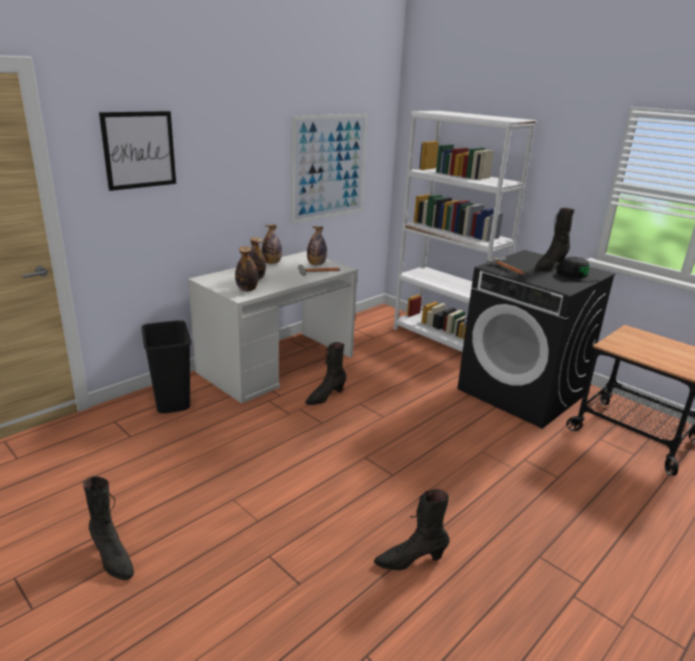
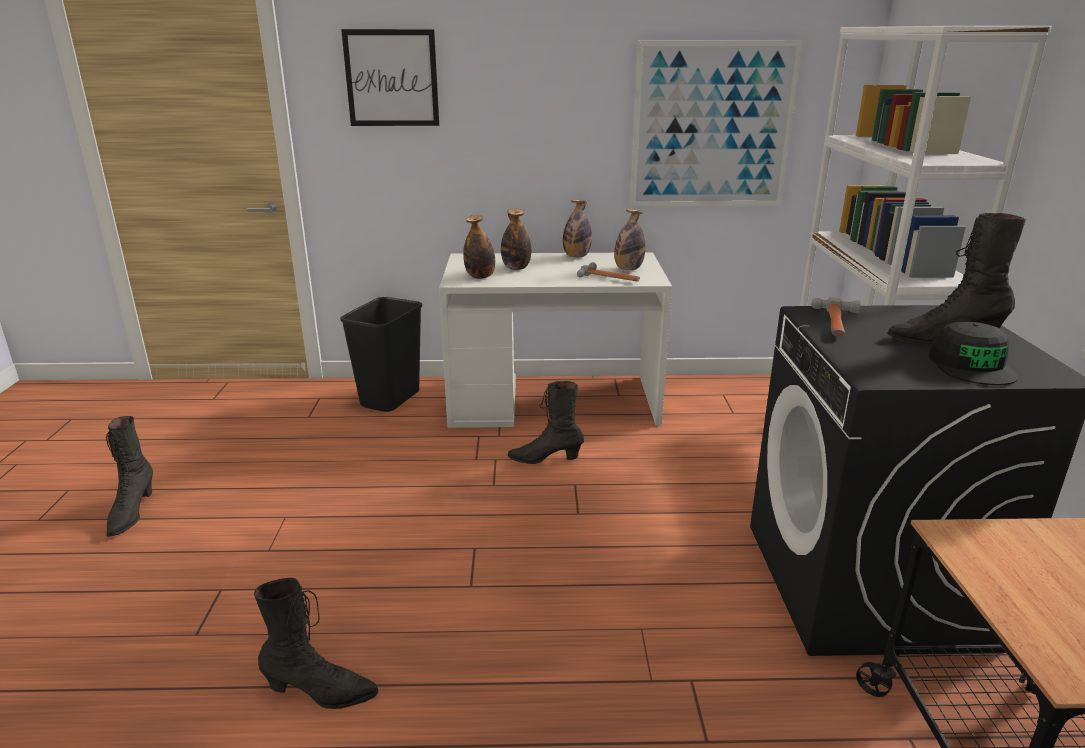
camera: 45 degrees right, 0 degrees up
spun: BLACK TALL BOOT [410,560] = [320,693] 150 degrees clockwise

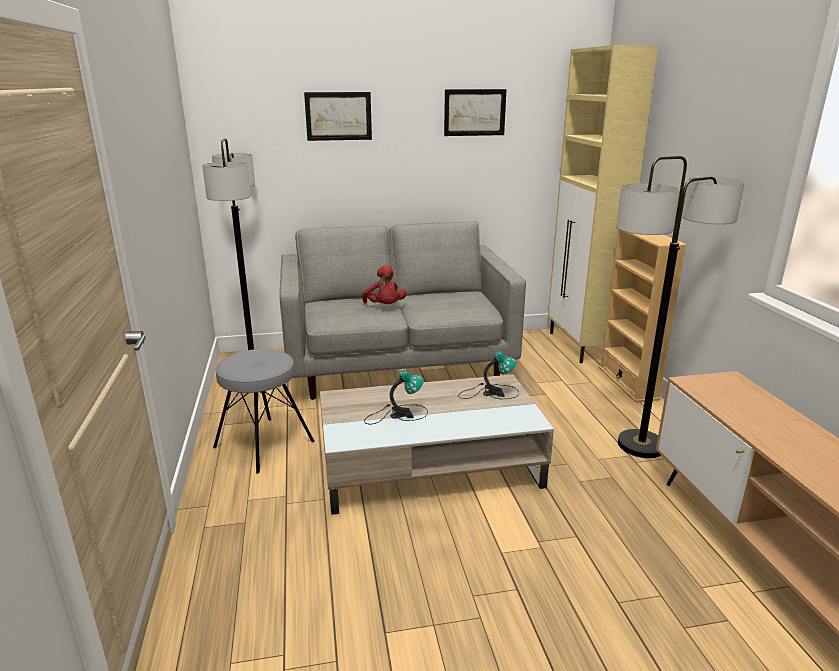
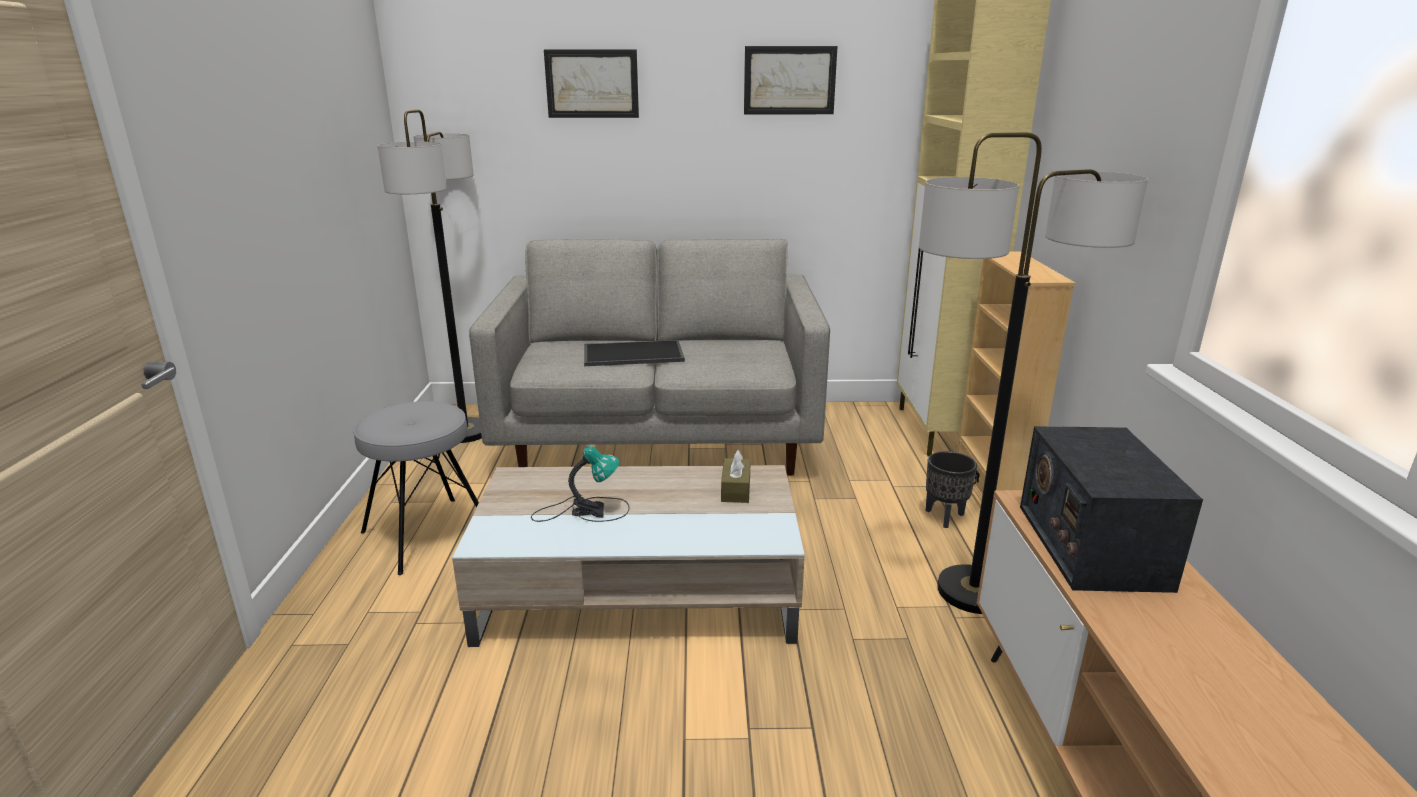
camera: 10 degrees right, 0 degrees up
appeared: BLACK PLANT POT [945,517]; RADIO [1091,545]
exchanged: REDDISH PLUSH TOY [385,307] to SERVING TRAY [632,354]; TABLE LAMP [490,392] to BROWN TISSUE HOLDER [735,489]

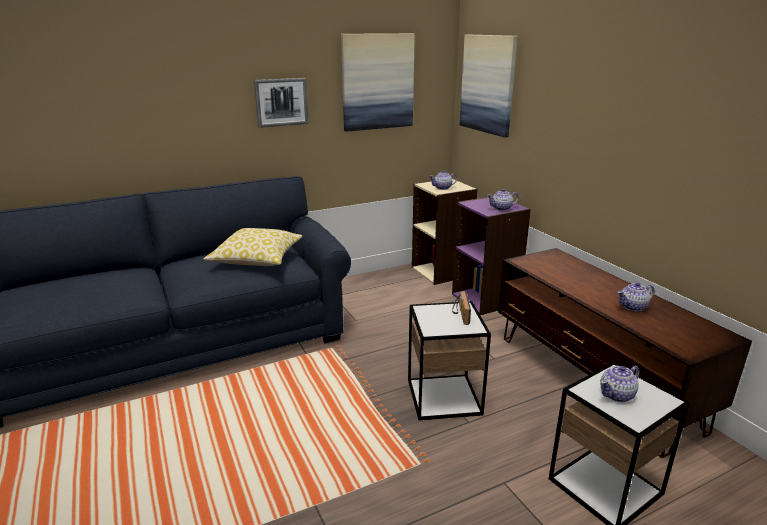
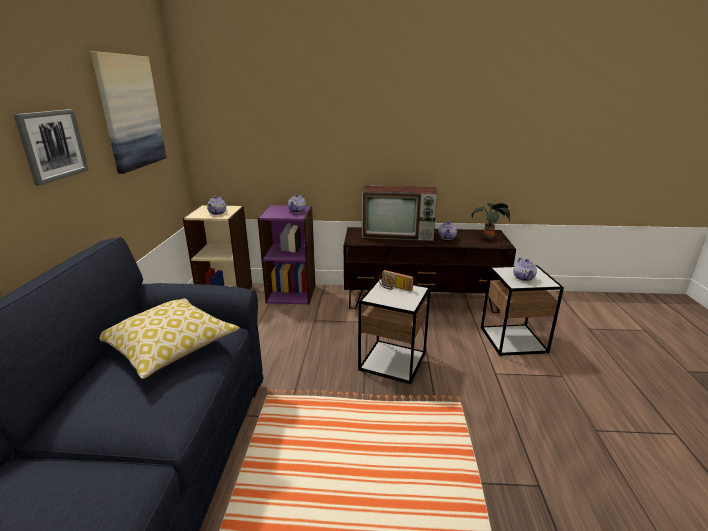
camera: 60 degrees left, 0 degrees up
missing: PICTURE [488,84]
appeared: TV [399,235]; POTTED PLANT [489,237]

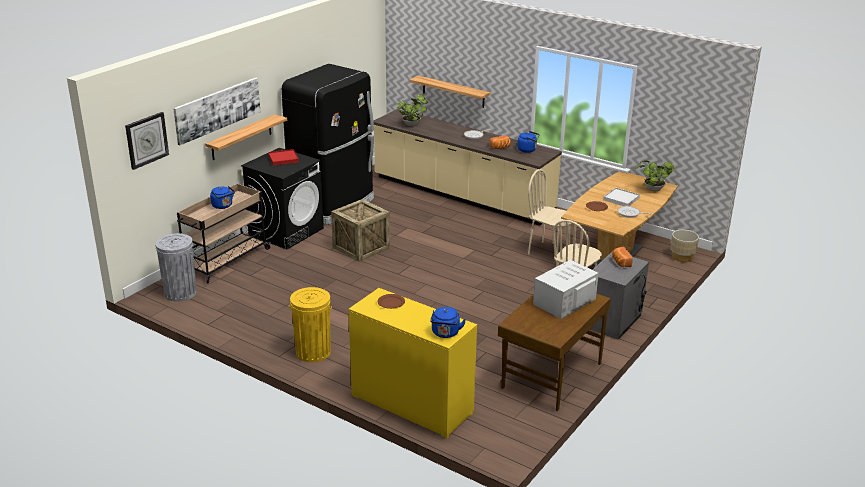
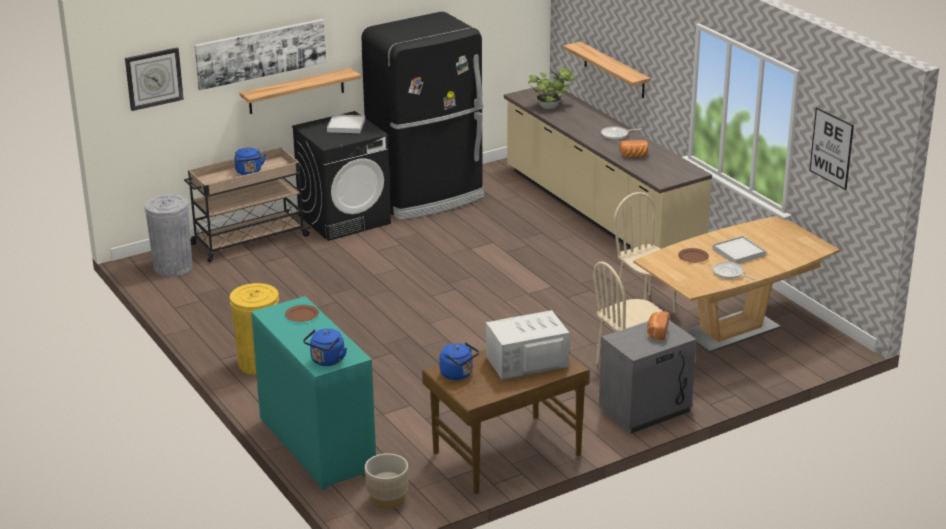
camera: 25 degrees right, 0 degrees up
missing: SHIPPING CRATE [361,247]; POTTED PLANT [652,189]
appeared: PICTURE [831,148]
relocated: BLUE-COLOURED WATER KETTLE [528,150] to [458,374]; SAND-COLOURED PLANT POT [682,257] to [387,499]
colour: REDDISH SERVING TRAY [283,159] to WHITE SERVING TRAY [346,126]; YELLOWISH DRESSER [412,405] to TURQUOISE-COLOURED DRESSER [316,445]

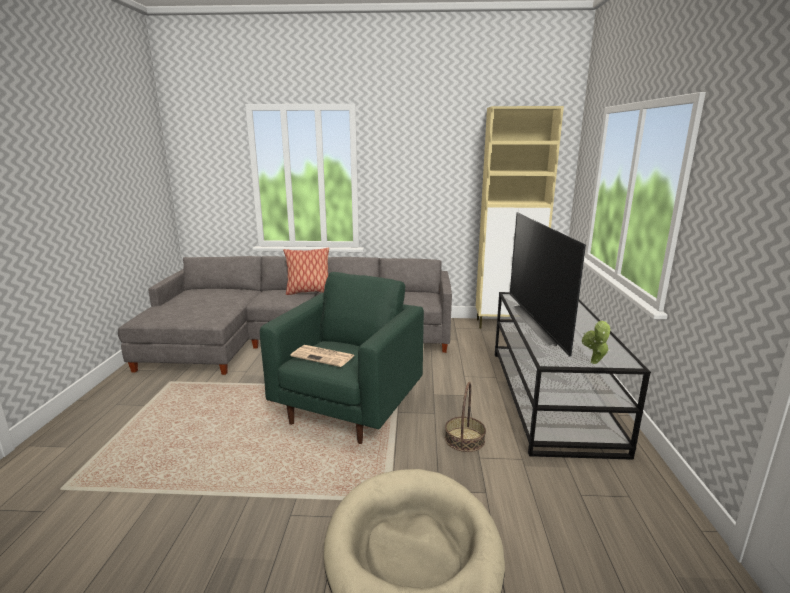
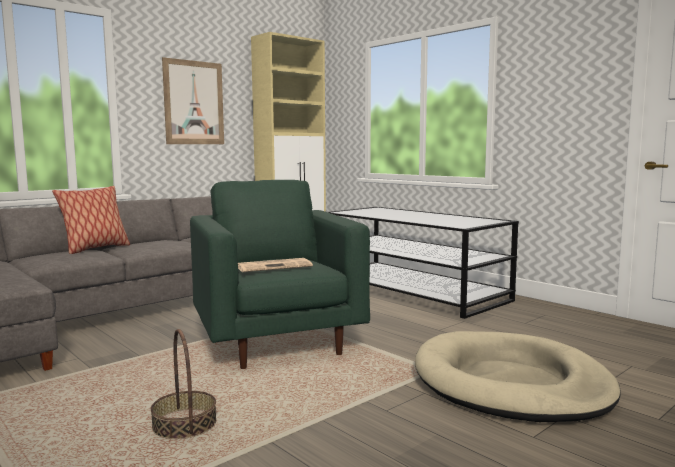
camera: 45 degrees left, 10 degrees down
missing: TV [541,324]; POTTED PLANT [594,363]
appeared: PICTURE [194,103]
relocated: STORAGE BASKET [464,439] to [184,424]

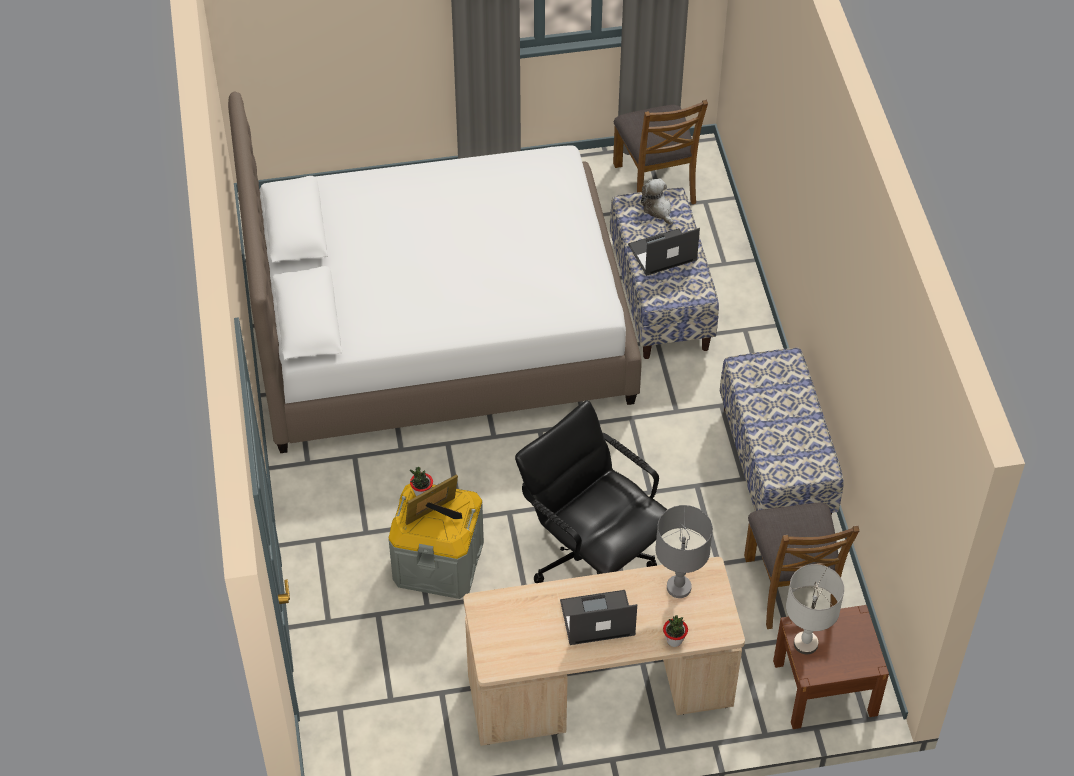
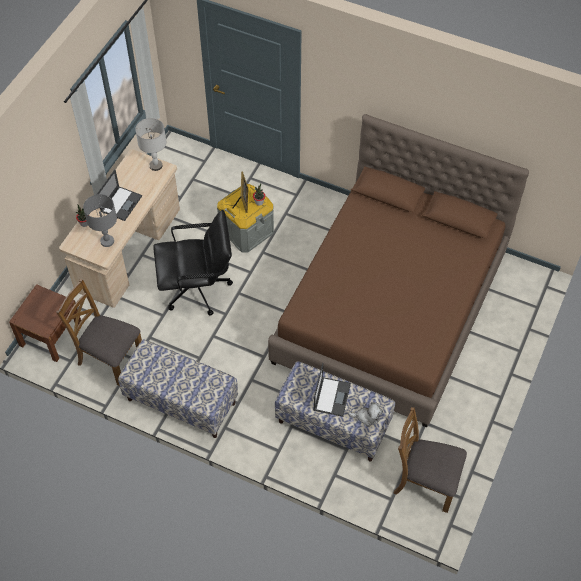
camera: 125 degrees right, 5 degrees up
relocated: GRAY TABLE LAMP [806,644] to [155,166]
colour: WHITE BEDROOM BED [438,327] to BROWN BEDROOM BED [390,308]

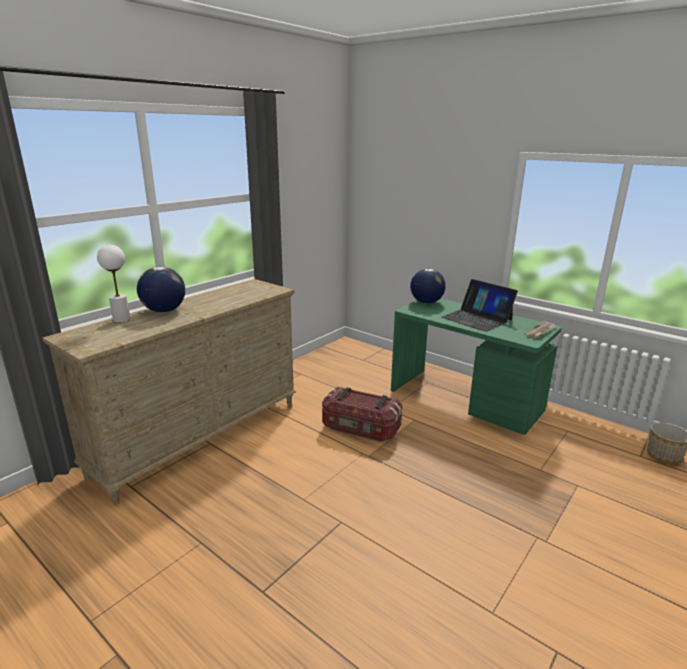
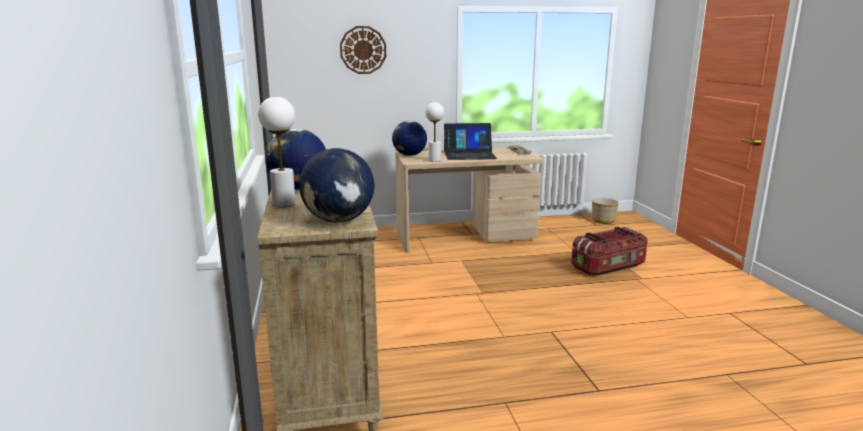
camera: 50 degrees left, 5 degrees down
appeared: WORLD GLOBE [339,220]; HANGING CLOCK [363,50]; WHITE TABLE LAMP [434,160]
relocated: STORAGE CONTAINER [360,429] to [609,266]
colour: GREEN-COLOURED DESK [465,400] to SAND-COLOURED DESK [465,237]

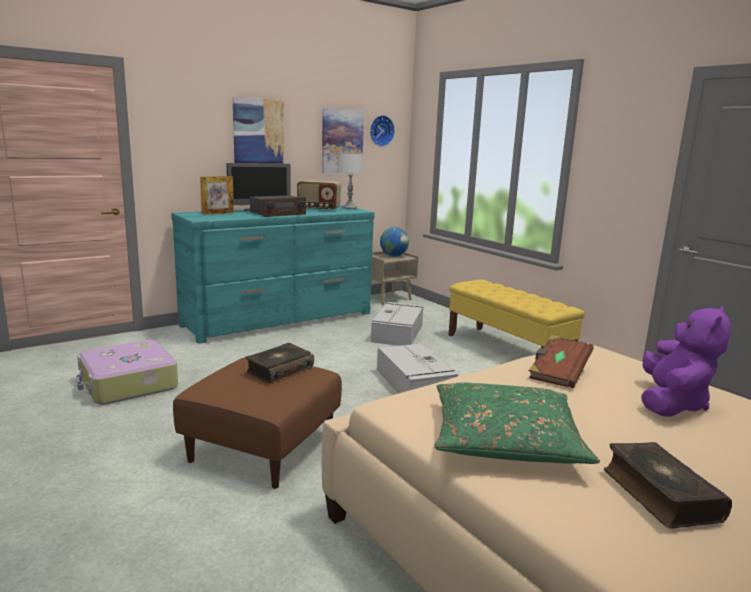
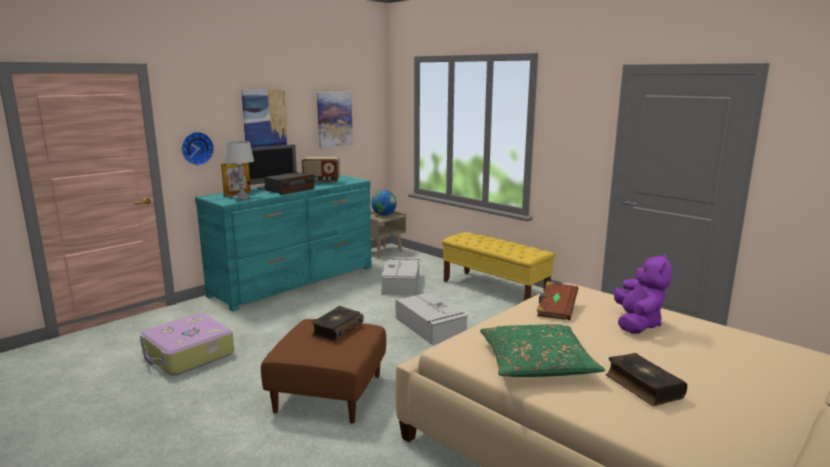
camera: 10 degrees left, 0 degrees up
relocated: GRAY TABLE LAMP [350,208] to [242,198]; HANGING CLOCK [380,131] to [196,148]

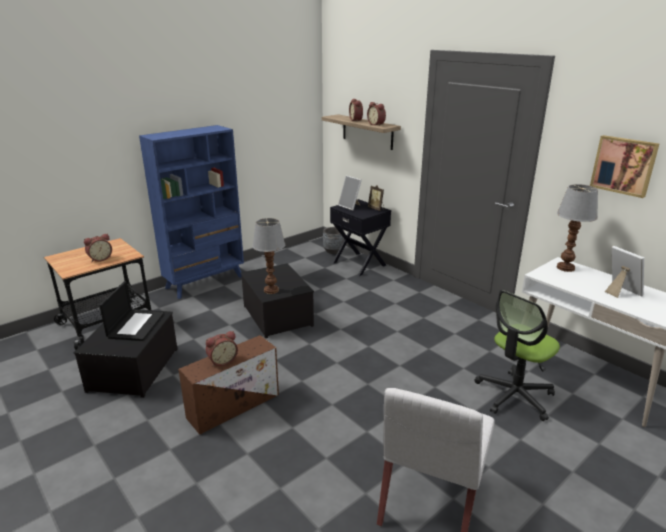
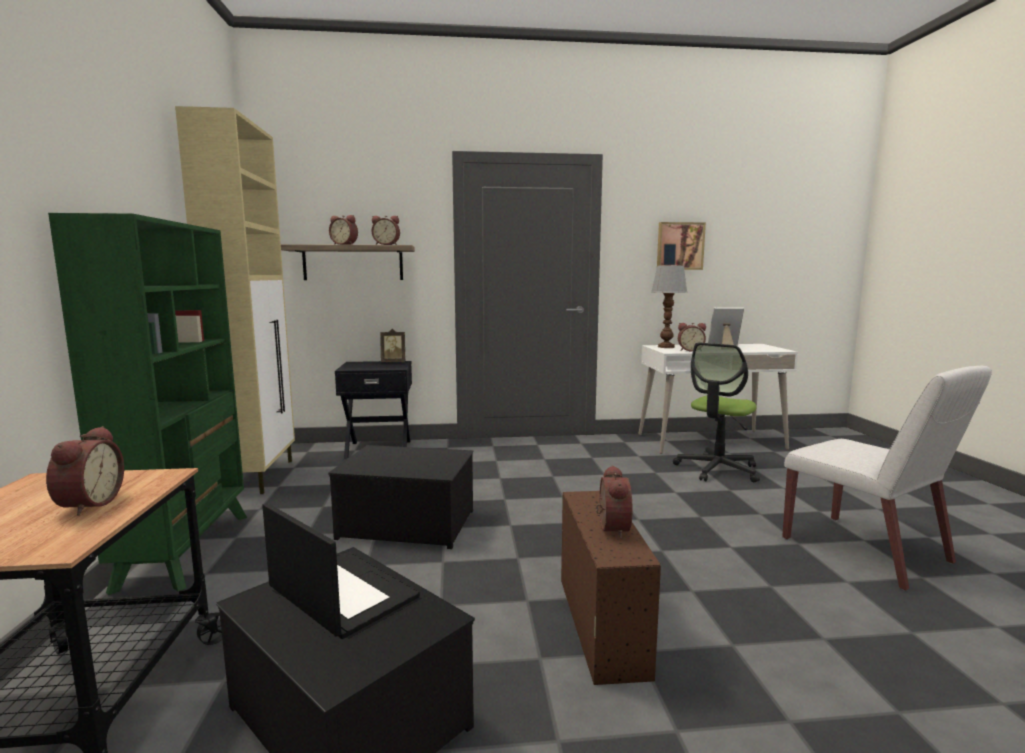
camera: 55 degrees left, 15 degrees down
missing: TABLE LAMP [271,290]; GRAY PLANT POT [333,251]; STANDING FRAME [350,206]
appeared: SAND-COLOURED STORAGE CABINET [259,476]; TABLE CLOCK [690,350]
colour: BLUE-COLOURED SHELVING UNIT [205,282] to GREEN-COLOURED SHELVING UNIT [187,549]
spun: OFFICE CHAIR [514,396] = [717,469] 45 degrees clockwise

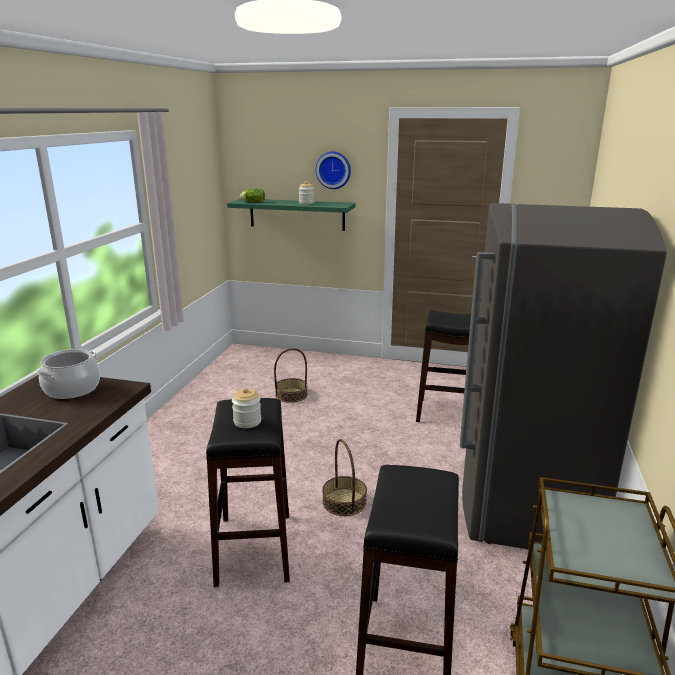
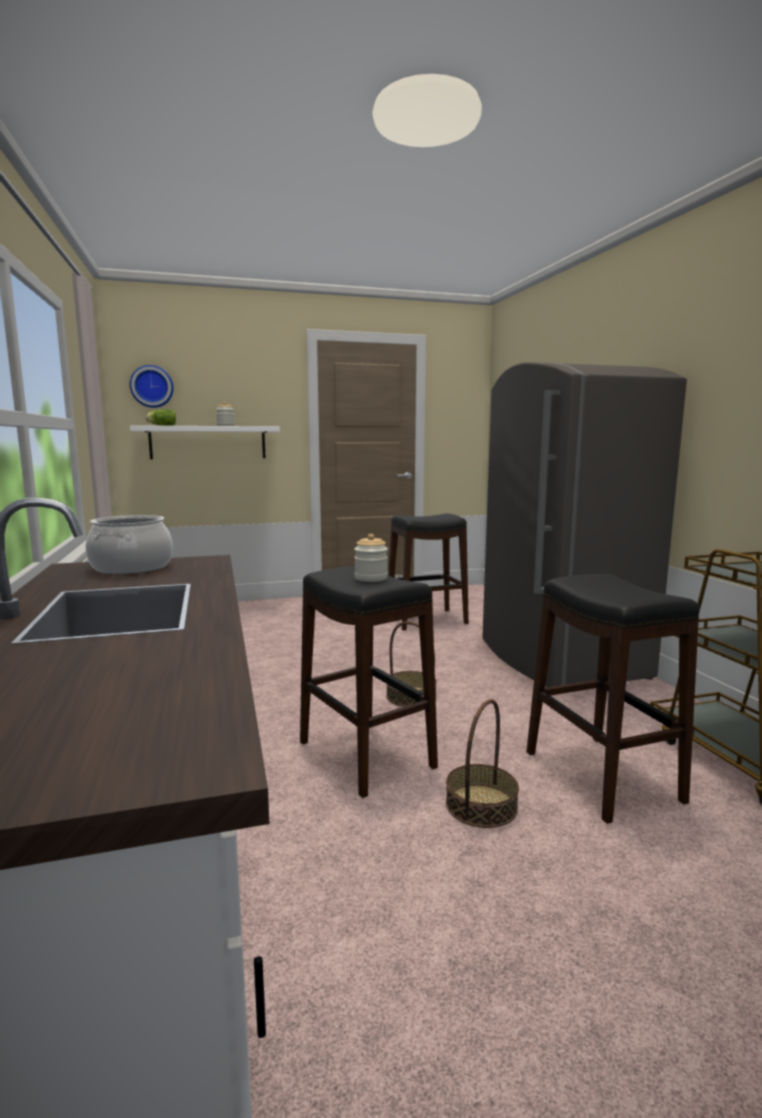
camera: 30 degrees left, 10 degrees down
relocated: STORAGE BASKET [291,395] to [481,805]; HANGING CLOCK [333,170] to [152,386]
colour: GREEN-COLOURED WALL SHELF [297,214] to WHITE WALL SHELF [208,442]

